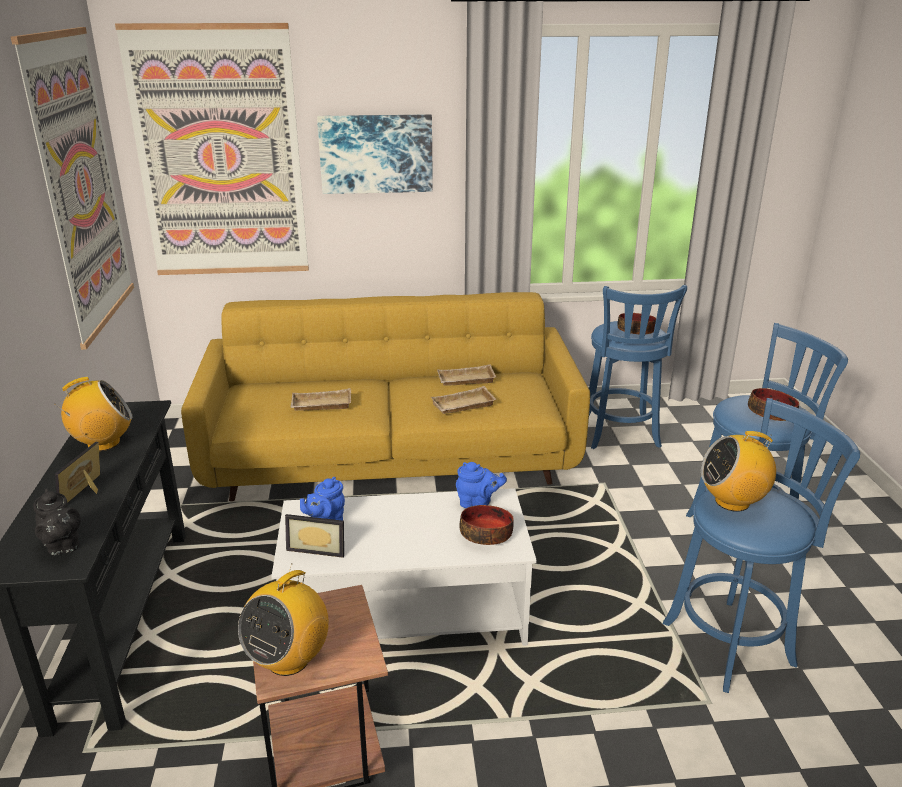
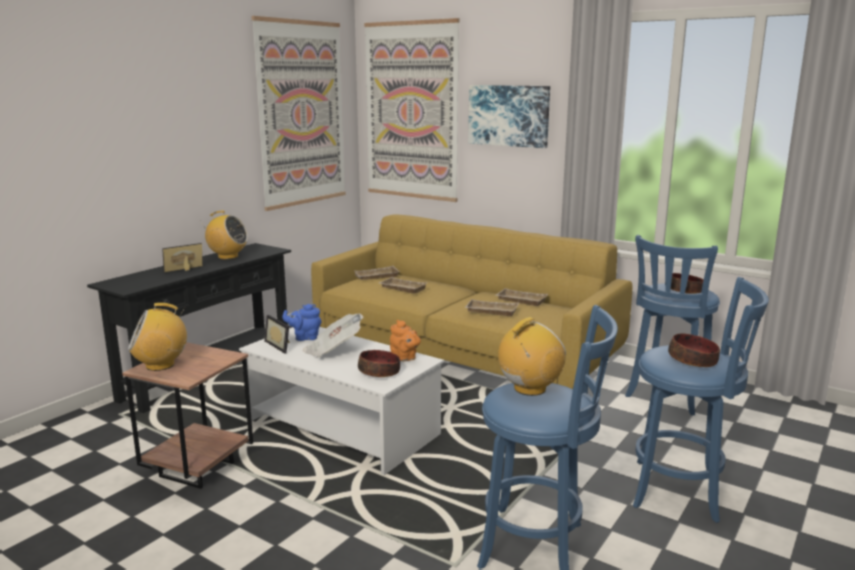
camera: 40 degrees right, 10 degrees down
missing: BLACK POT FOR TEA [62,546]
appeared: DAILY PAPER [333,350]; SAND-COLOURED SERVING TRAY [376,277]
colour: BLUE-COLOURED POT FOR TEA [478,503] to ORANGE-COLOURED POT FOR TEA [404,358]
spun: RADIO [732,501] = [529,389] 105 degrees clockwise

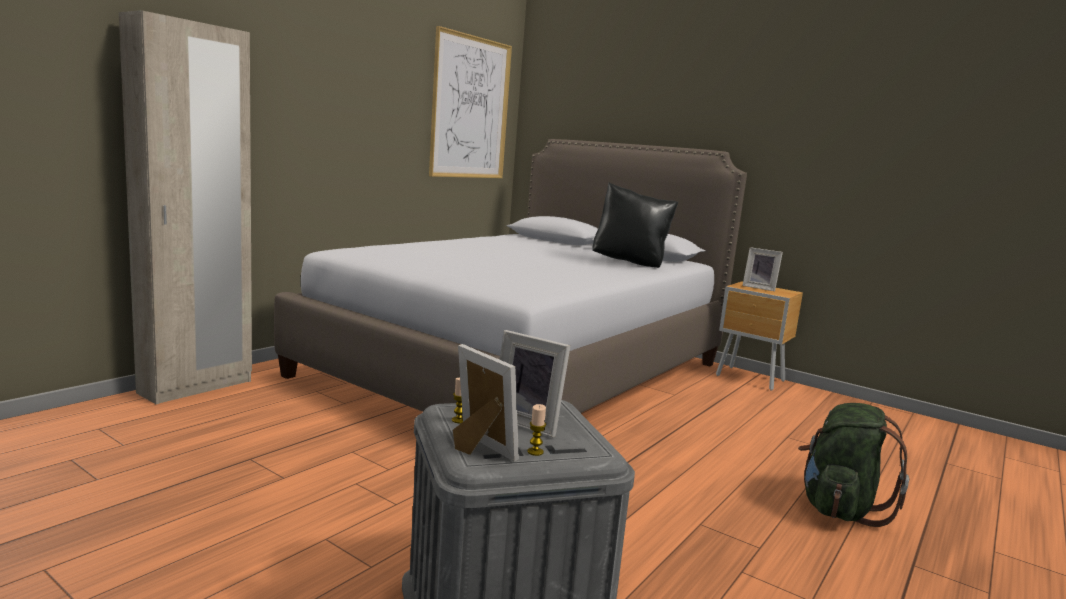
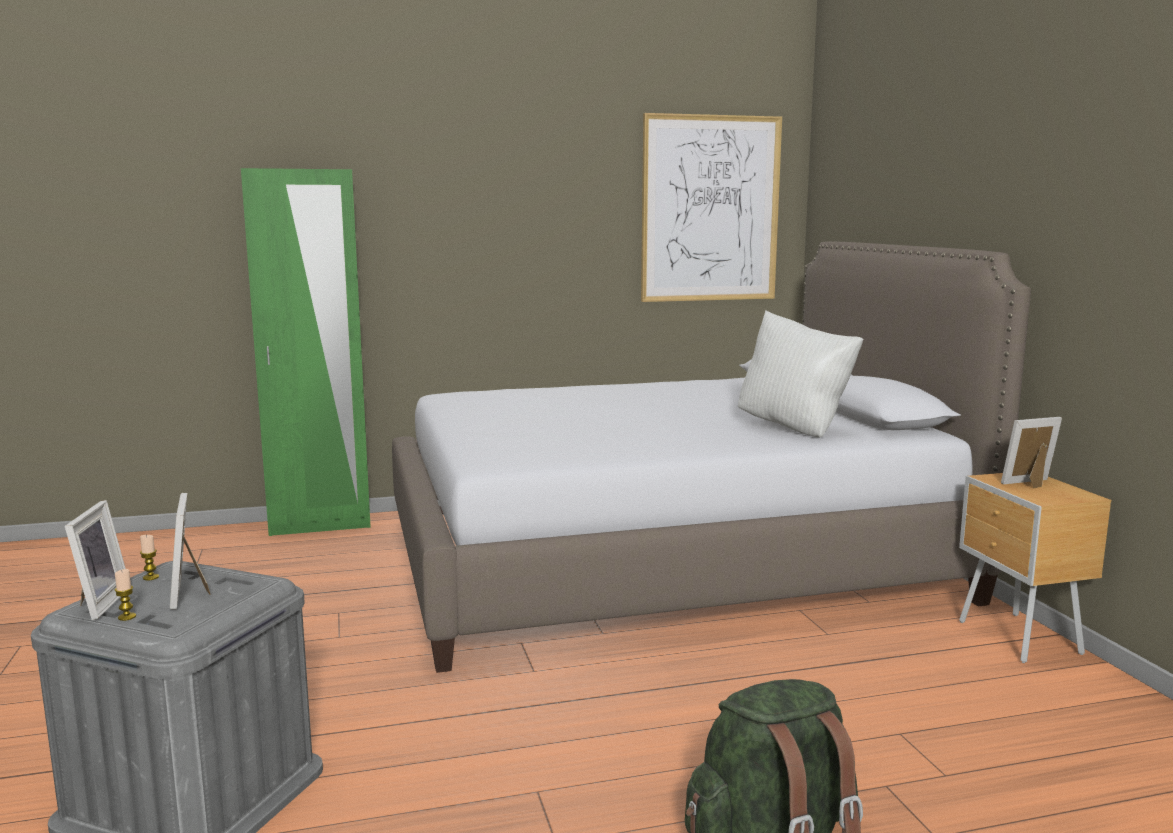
camera: 40 degrees right, 0 degrees up
colour: SAND-COLOURED ARMOIRE [196,387] to GREEN-COLOURED ARMOIRE [320,526]; BLACK THROW PILLOW [630,263] to WHITE THROW PILLOW [794,428]
spun: STANDING FRAME [760,288] = [1031,484] 90 degrees clockwise

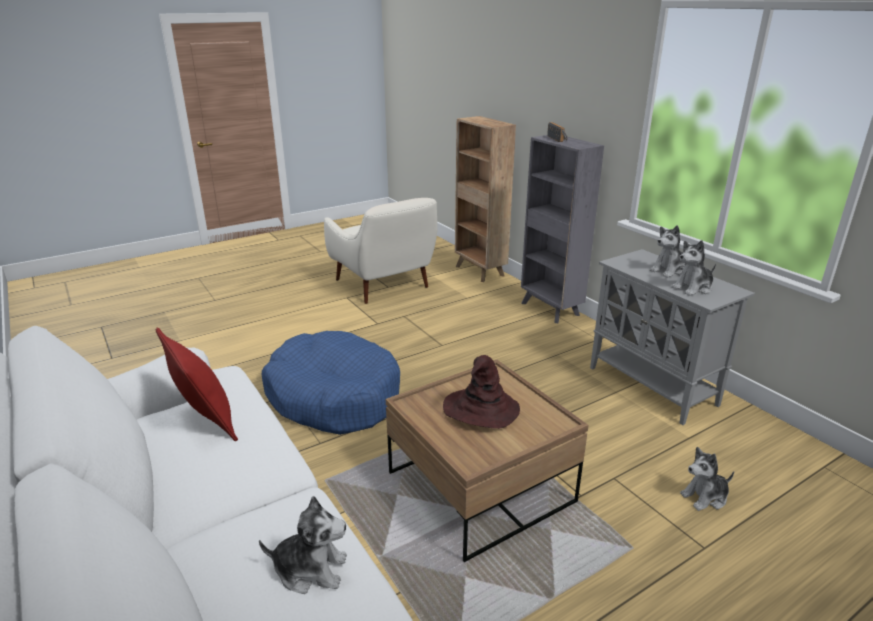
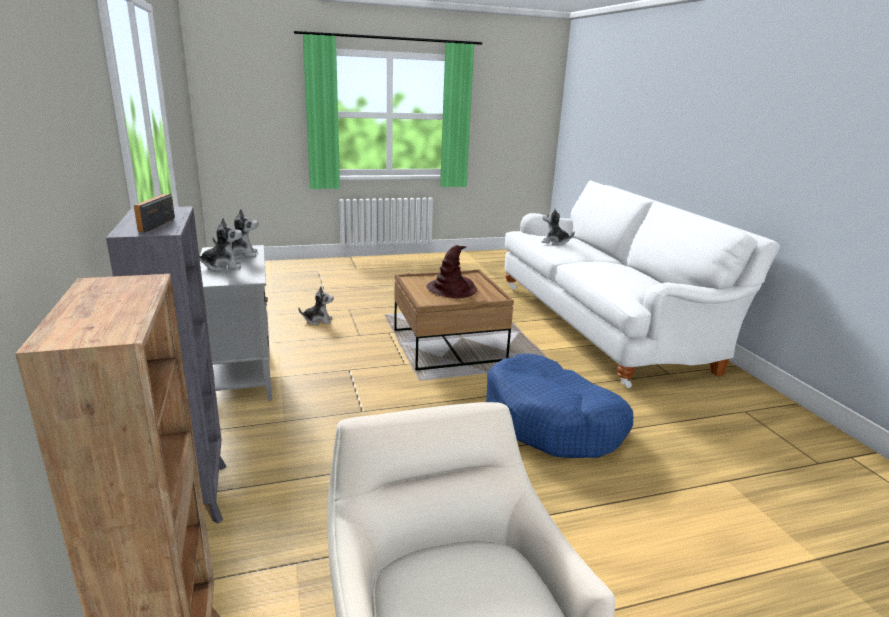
camera: 165 degrees left, 5 degrees down
missing: REDDISH THROW PILLOW [206,421]

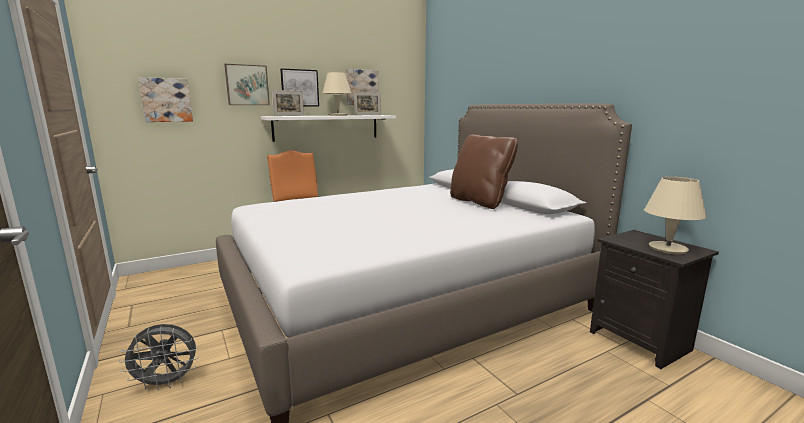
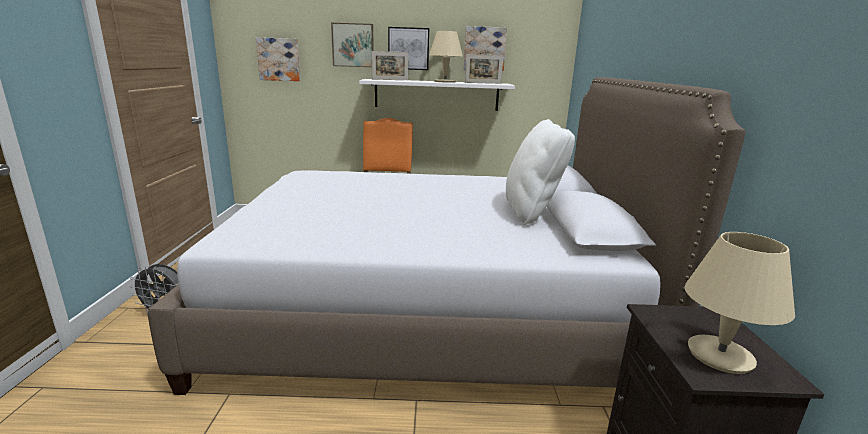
camera: 30 degrees right, 5 degrees up
colour: BROWN THROW PILLOW [479,202] to WHITE THROW PILLOW [531,212]

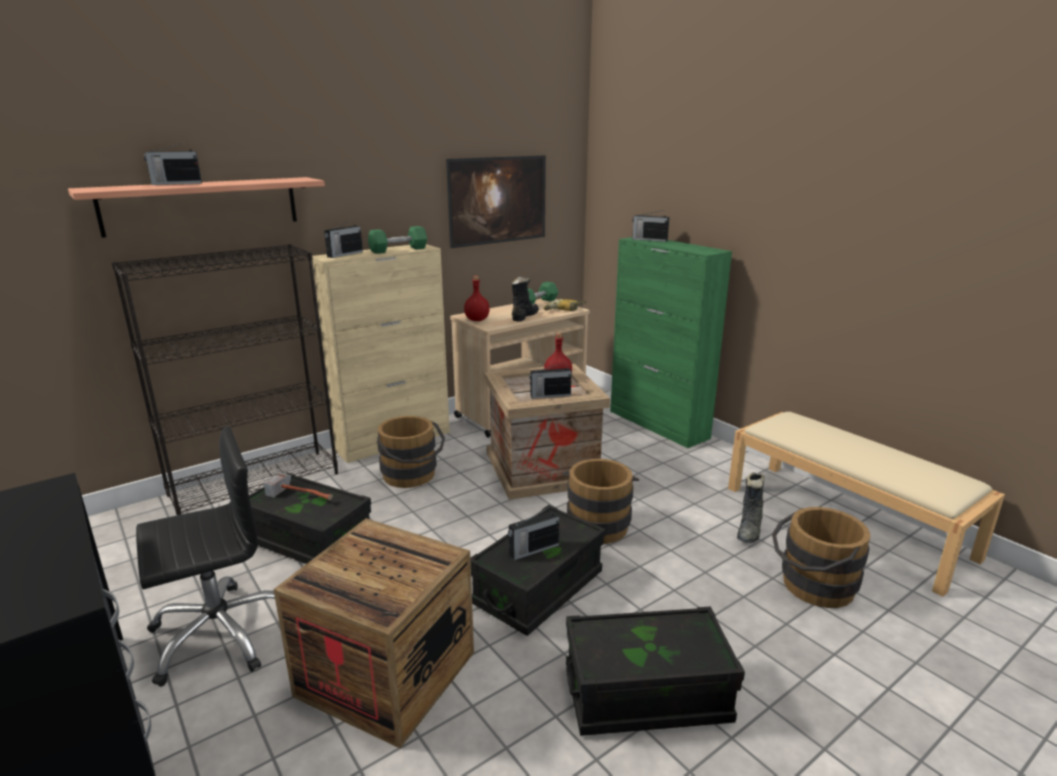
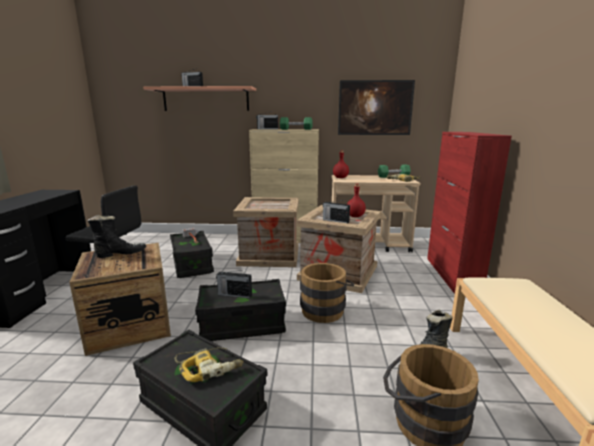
camera: 40 degrees right, 5 degrees down
missing: BLACK SHELVING UNIT [256,483]; RADIO [649,240]
appeared: POWER DRILL [209,367]
relocated: BLACK TALL BOOT [524,316] to [120,253]
exchanged: BROWN WATER BUCKET [412,477] to SHIPPING CRATE [269,255]
colour: GREEN-COLOURED STORAGE CABINET [658,425] to REDDISH STORAGE CABINET [452,275]

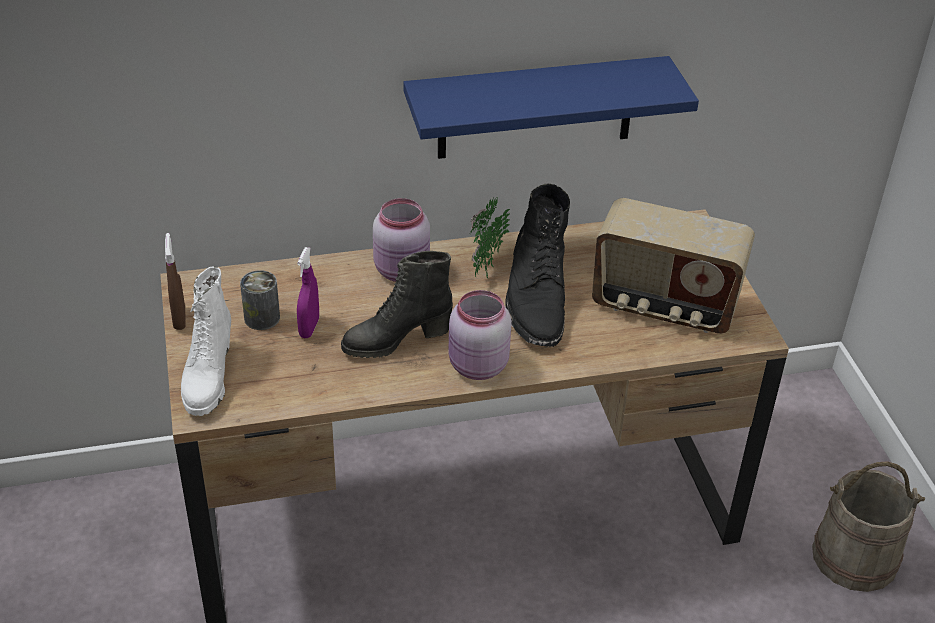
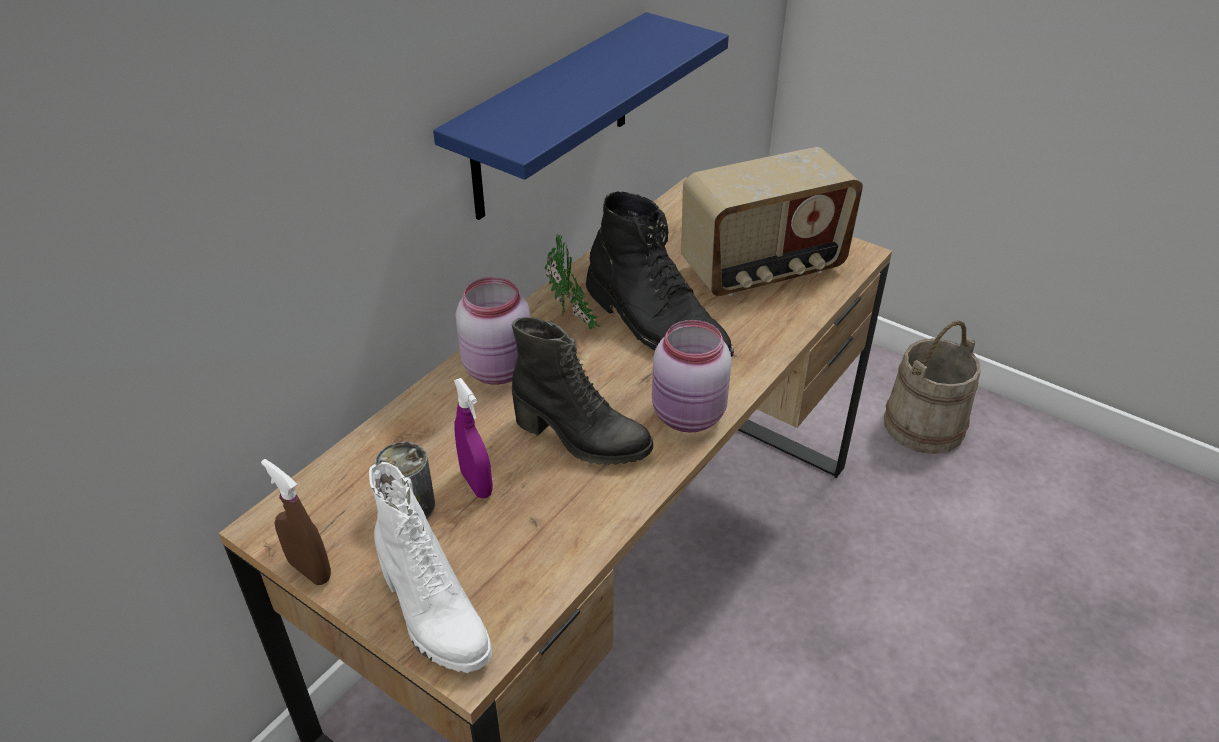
camera: 40 degrees left, 0 degrees up
spun: BLACK TALL BOOT [396,340] = [581,439] 90 degrees counterclockwise

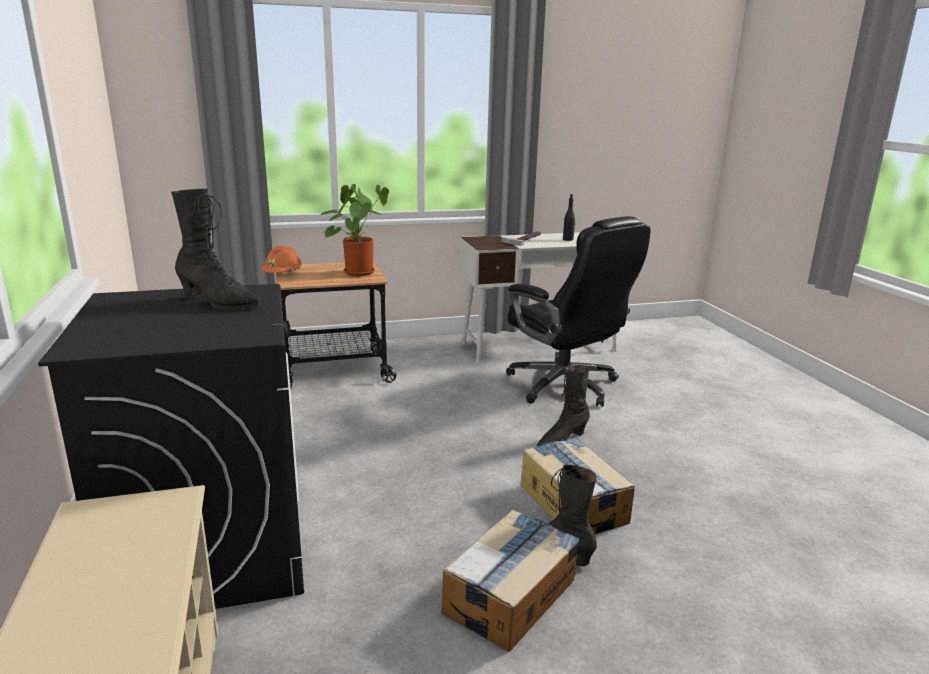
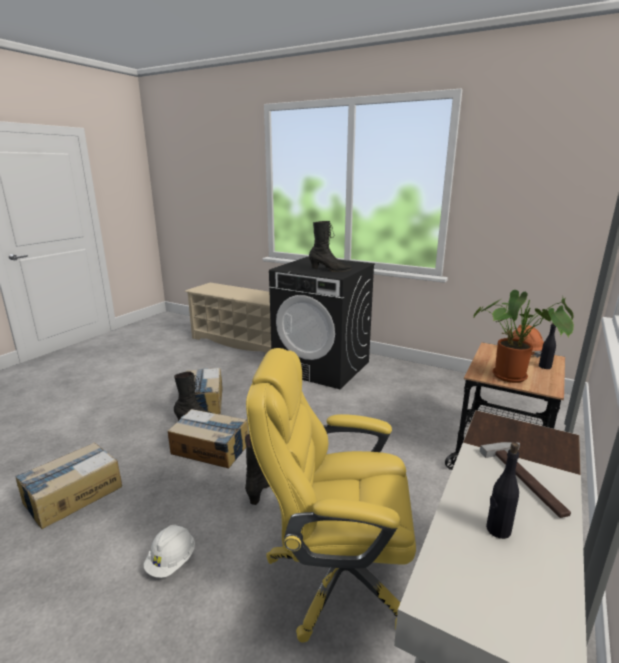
camera: 135 degrees right, 0 degrees up
appeared: CARDBOARD BOX [72,495]; WHITE SAFETY HELMET [172,562]; BLACK DRINK BOTTLE [544,366]
colour: BLACK OFFICE CHAIR [565,386] to YELLOWISH OFFICE CHAIR [336,574]
spun: BLACK TALL BOOT [219,302] = [330,270] 150 degrees counterclockwise

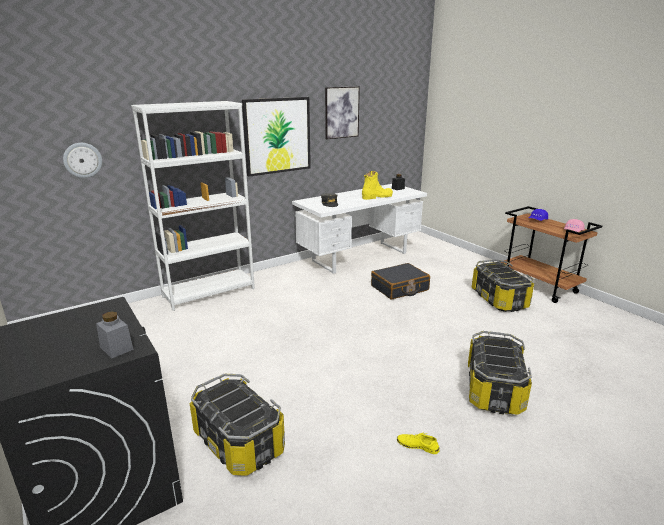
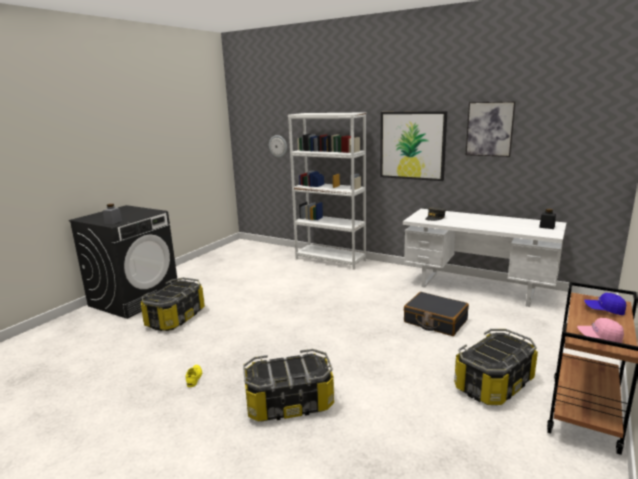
camera: 65 degrees right, 5 degrees down
missing: YELLOWISH TALL BOOT [377,197]

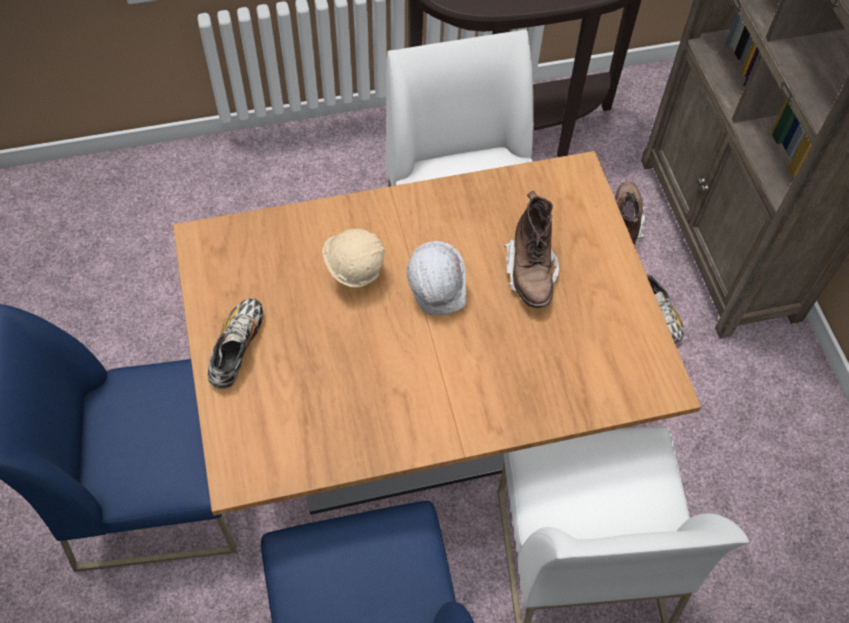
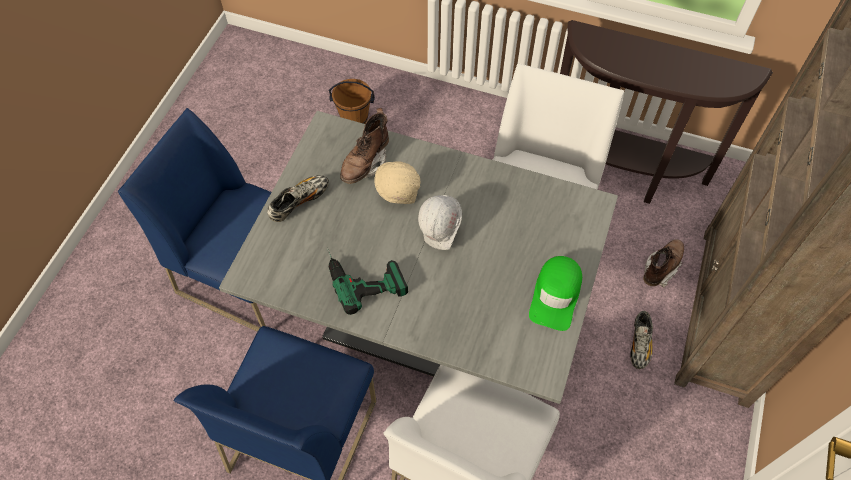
camera: 35 degrees right, 0 degrees up
appeared: POWER DRILL [363,274]; BROWN WATER BUCKET [354,118]; GREEN-COLOURED CAP [556,295]
relocated: BROWN TALL BOOT [531,273] to [365,163]
colour: BROWN DINNER TABLE [419,426] to GRAY DINNER TABLE [425,324]

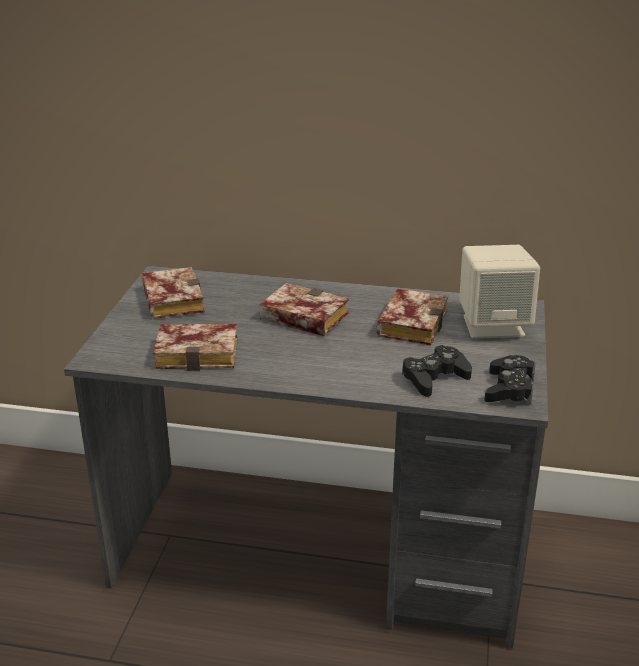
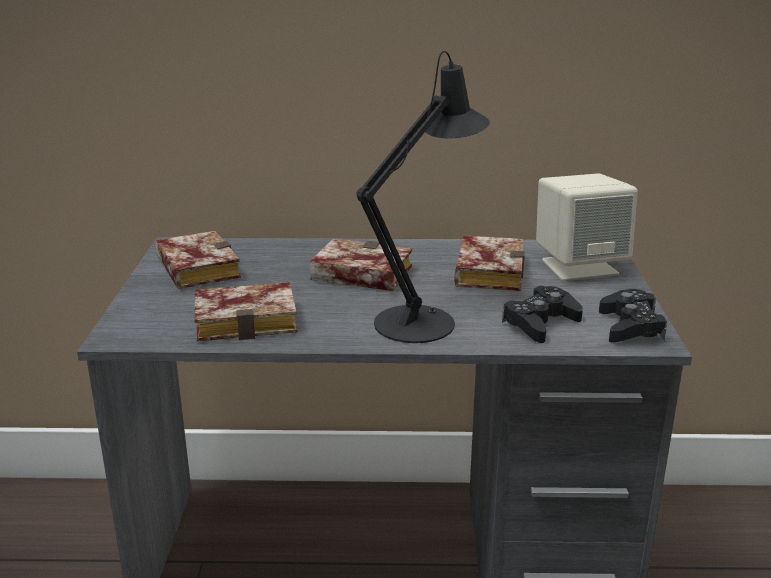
camera: 10 degrees left, 5 degrees down
appeared: BLACK TABLE LAMP [423,320]

